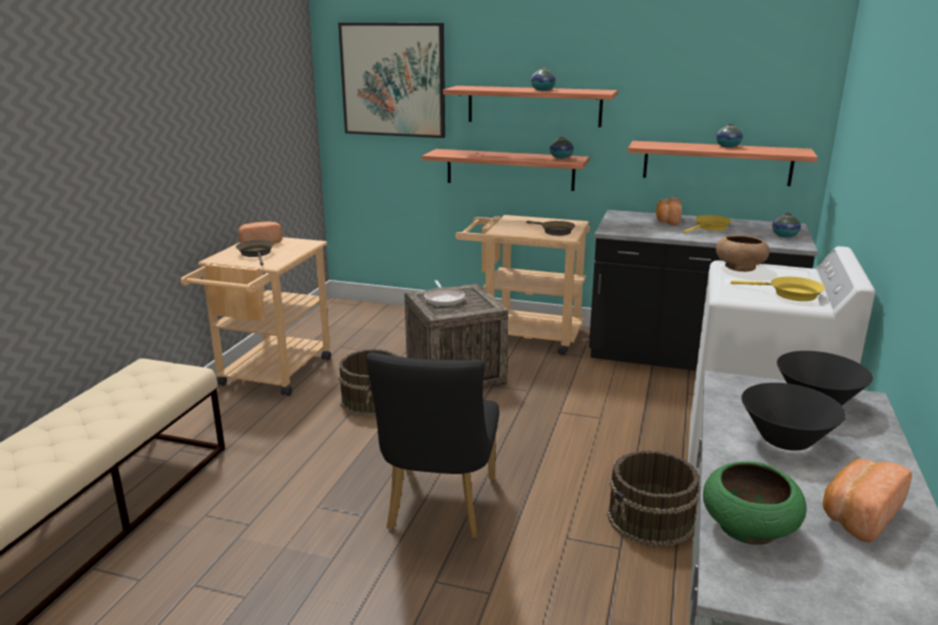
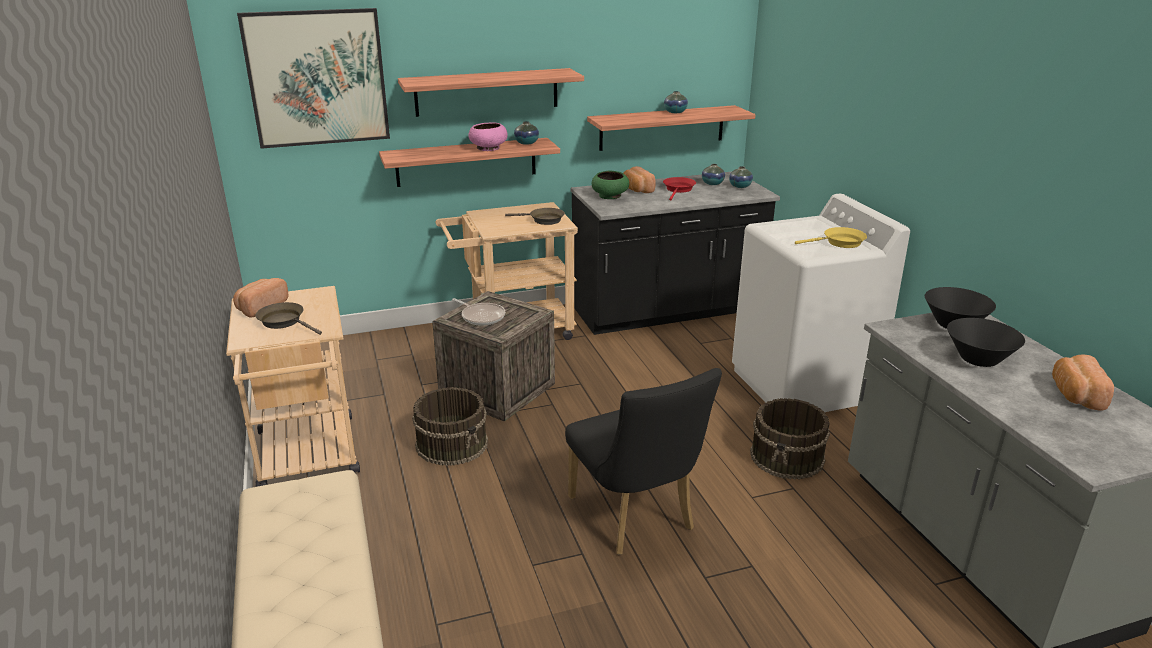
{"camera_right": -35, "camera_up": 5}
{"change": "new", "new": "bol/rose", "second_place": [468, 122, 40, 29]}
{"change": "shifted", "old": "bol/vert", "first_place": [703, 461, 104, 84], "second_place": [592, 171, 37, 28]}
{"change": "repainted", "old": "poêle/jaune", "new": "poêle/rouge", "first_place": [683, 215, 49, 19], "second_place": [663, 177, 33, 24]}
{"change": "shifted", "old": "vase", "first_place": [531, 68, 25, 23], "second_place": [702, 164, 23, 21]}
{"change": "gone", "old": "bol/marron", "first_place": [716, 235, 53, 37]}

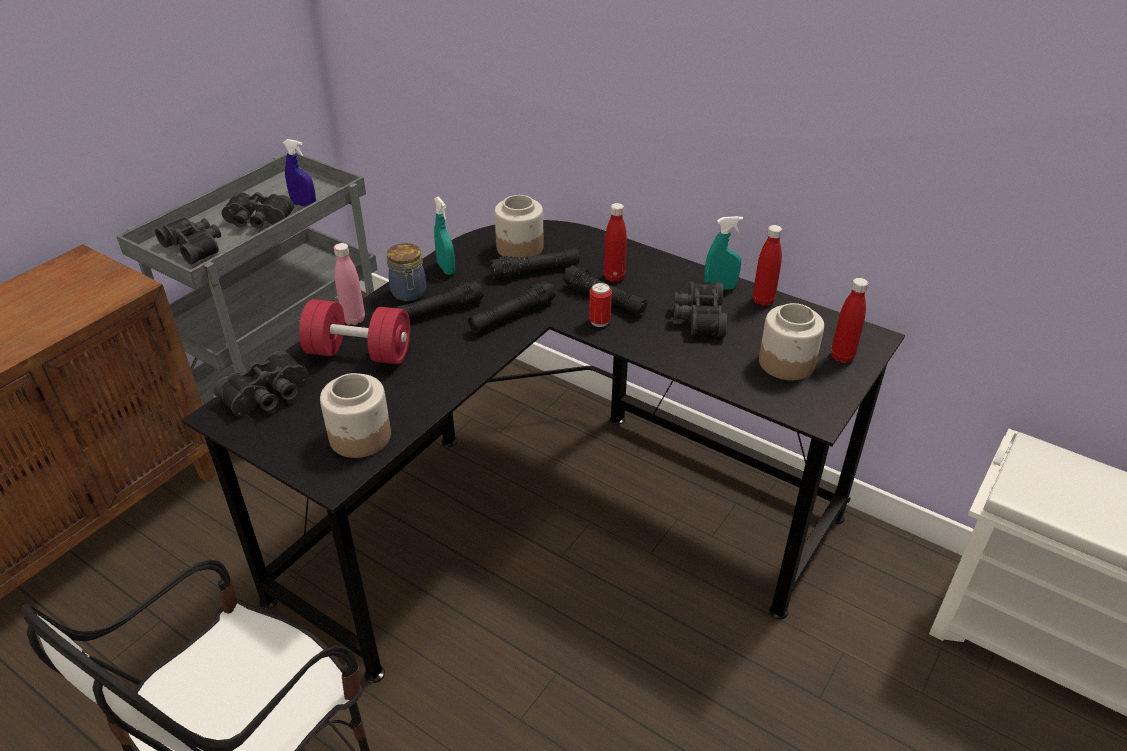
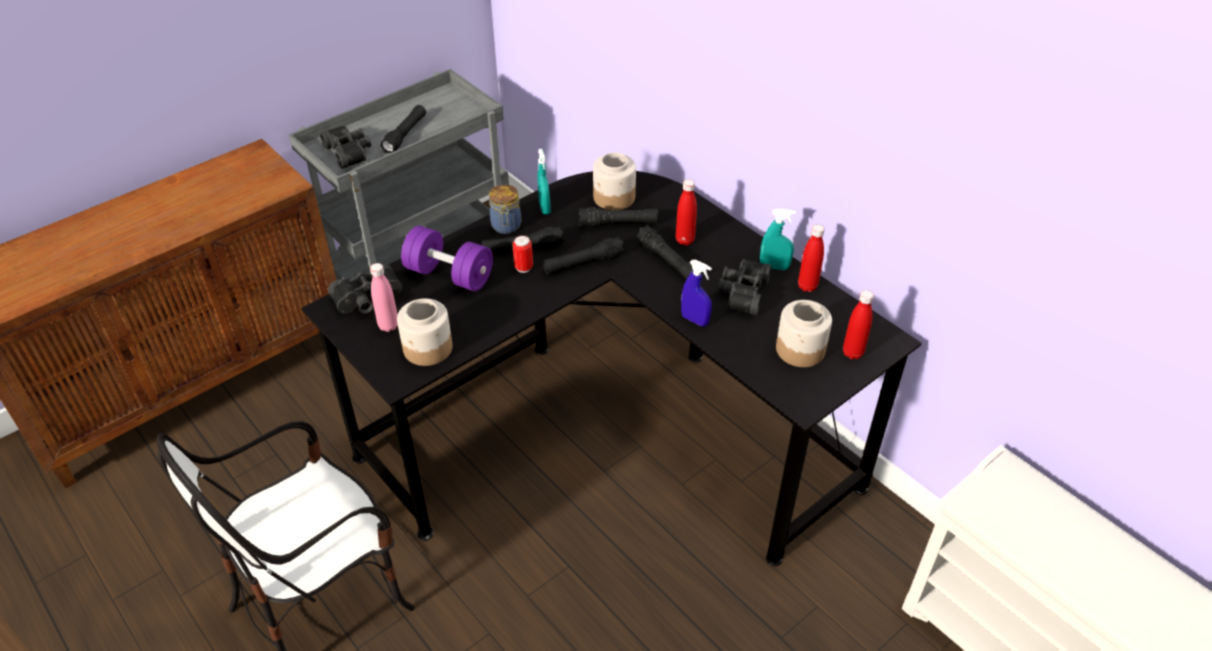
{"camera_right": 15, "camera_up": 5}
{"change": "shifted", "old": "bouteille/rose", "first_place": [334, 243, 31, 82], "second_place": [370, 263, 28, 69]}
{"change": "swapped", "old": "jumelles/noir", "new": "lampe de poche/noir", "first_place": [221, 192, 73, 36], "second_place": [380, 105, 46, 48]}
{"change": "repainted", "old": "haltère/rouge", "new": "haltère/violet", "first_place": [299, 299, 111, 65], "second_place": [401, 226, 92, 65]}
{"change": "shifted", "old": "boîte métallique", "first_place": [589, 283, 23, 44], "second_place": [513, 236, 20, 37]}
{"change": "shifted", "old": "vaporisateur/bleu", "first_place": [282, 139, 34, 68], "second_place": [681, 260, 31, 66]}

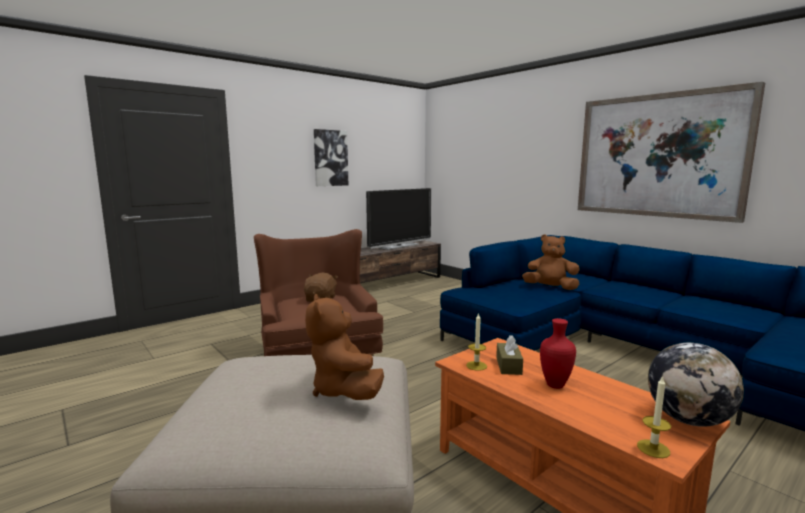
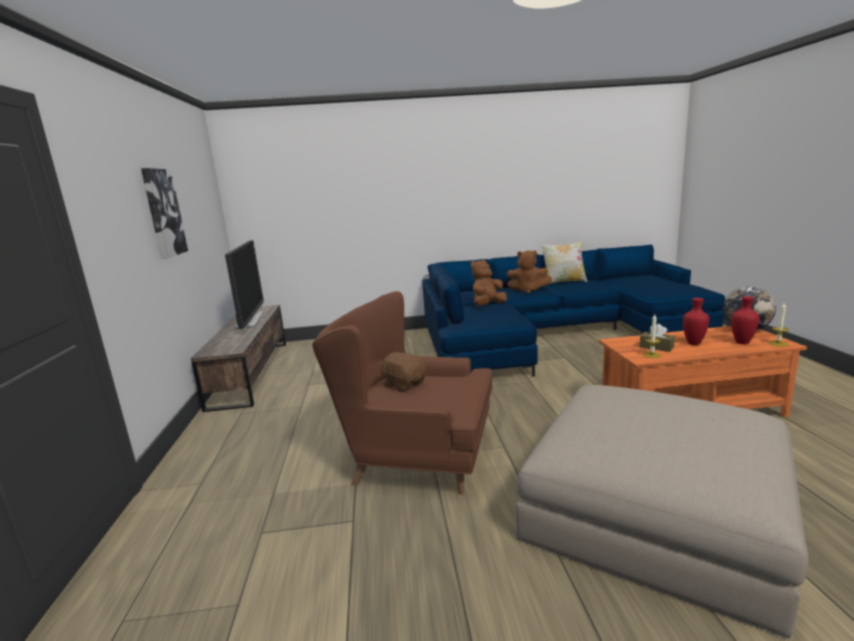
{"camera_right": -55, "camera_up": 5}
{"change": "shifted", "old": "peluche/marron", "first_place": [305, 294, 79, 106], "second_place": [507, 250, 45, 44]}
{"change": "new", "new": "coussin", "second_place": [541, 241, 46, 43]}
{"change": "new", "new": "vase/rouge", "second_place": [731, 296, 28, 48]}
{"change": "gone", "old": "tableau", "first_place": [578, 82, 187, 141]}

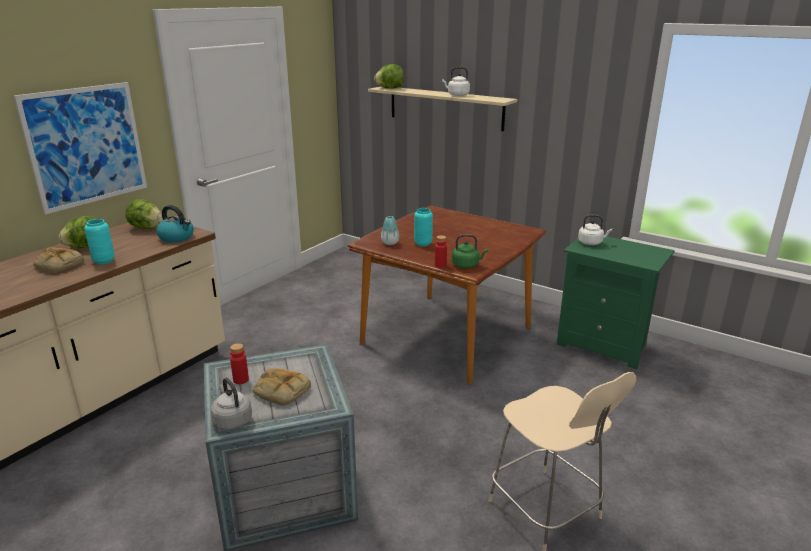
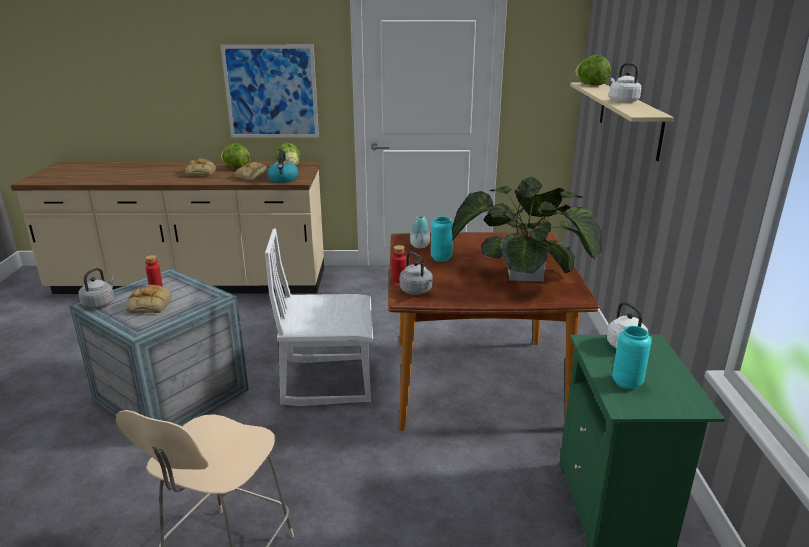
{"camera_right": 55, "camera_up": 0}
{"change": "new", "new": "pain", "second_place": [234, 162, 35, 19]}
{"change": "new", "new": "chaise/blanc", "second_place": [265, 228, 108, 178]}
{"change": "repainted", "old": "bouilloire/vert", "new": "bouilloire/gris", "first_place": [452, 234, 36, 34], "second_place": [399, 252, 34, 43]}
{"change": "new", "new": "plante en pot", "second_place": [452, 177, 150, 105]}
{"change": "shifted", "old": "vase/turquoise", "first_place": [85, 219, 30, 45], "second_place": [612, 326, 39, 64]}

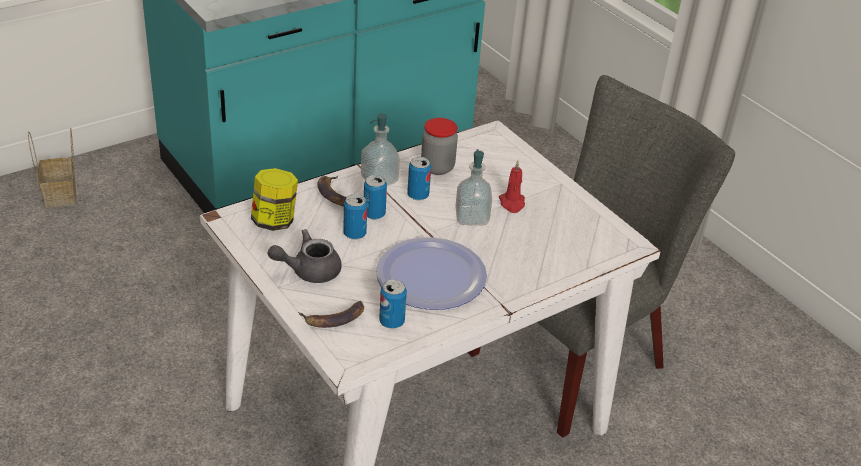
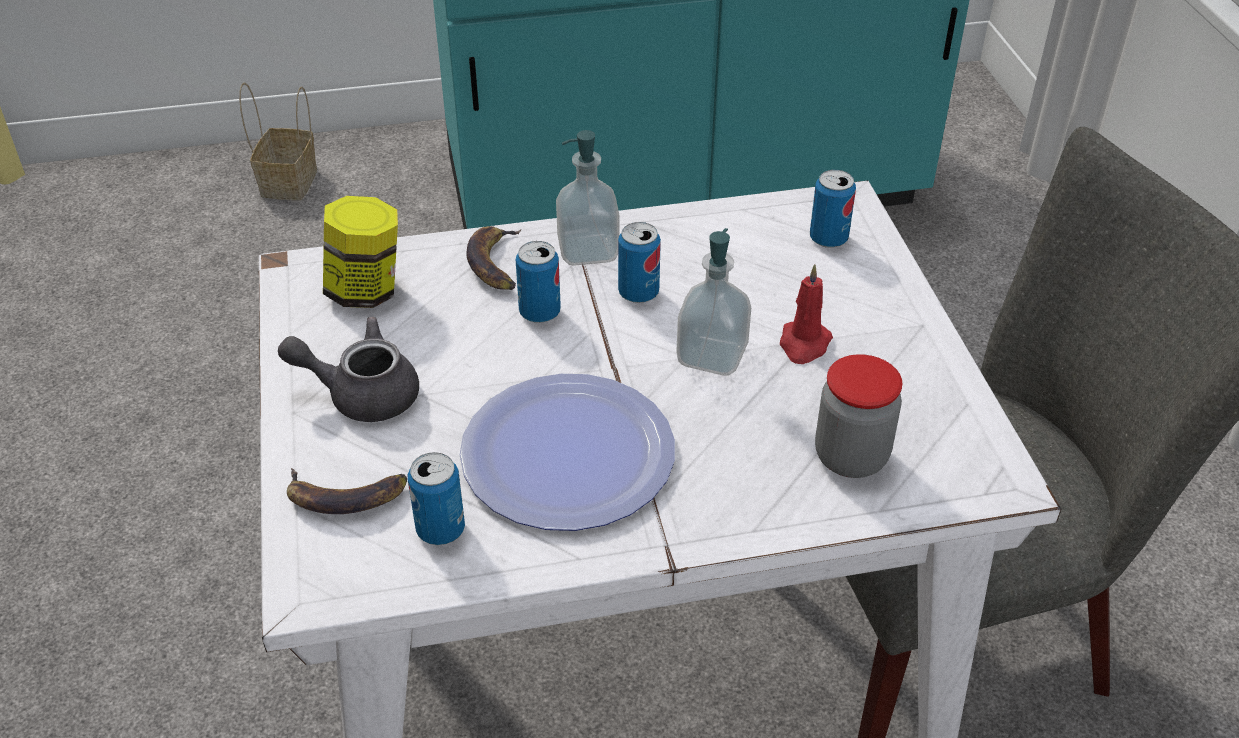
{"camera_right": 25, "camera_up": 5}
{"change": "shifted", "old": "boîte métallique", "first_place": [343, 194, 24, 46], "second_place": [810, 170, 46, 78]}
{"change": "shifted", "old": "bocal", "first_place": [421, 118, 37, 57], "second_place": [815, 354, 88, 124]}

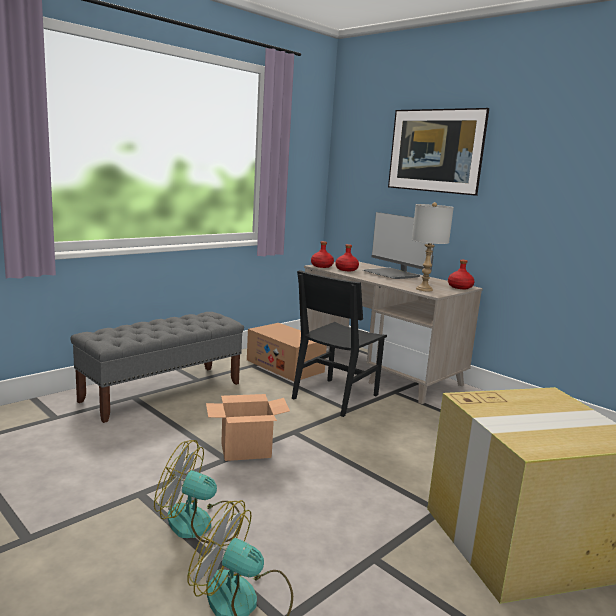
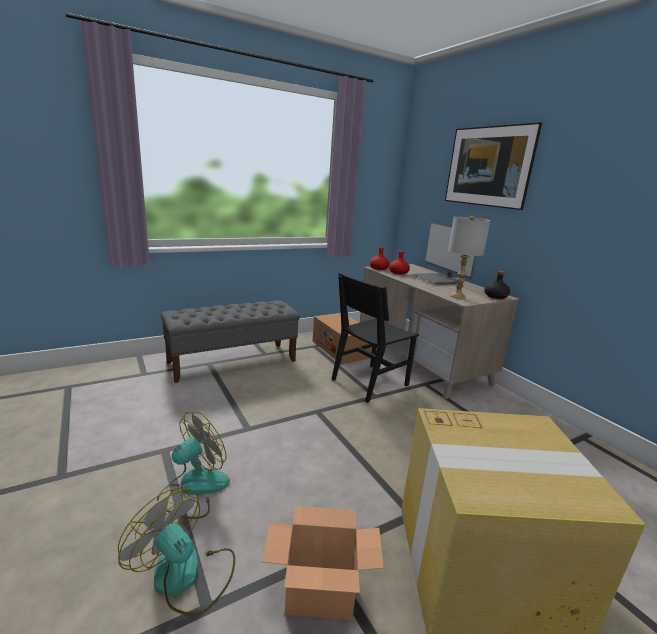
{"camera_right": 15, "camera_up": 5}
{"change": "rotated", "old": "ventilateur", "first_place": [154, 440, 87, 103], "second_place": [157, 411, 73, 108], "degrees": 105}
{"change": "shifted", "old": "carton", "first_place": [206, 394, 84, 67], "second_place": [262, 506, 122, 114]}
{"change": "repainted", "old": "bouteille/rouge", "new": "bouteille/noir", "first_place": [448, 260, 27, 29], "second_place": [484, 271, 26, 28]}

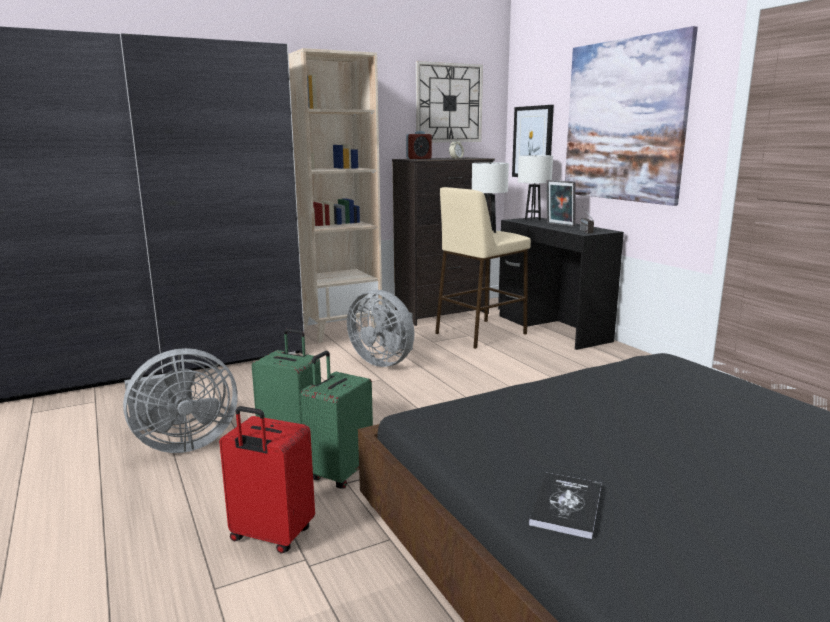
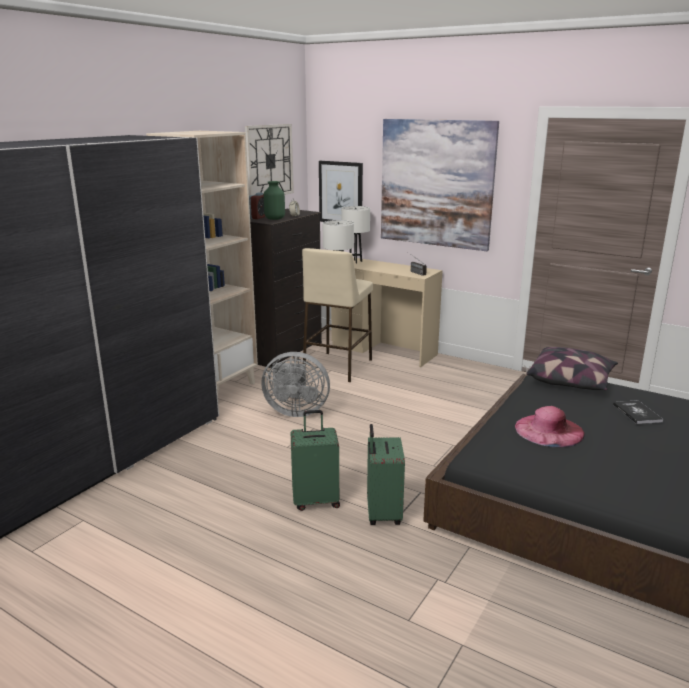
{"camera_right": -30, "camera_up": 5}
{"change": "new", "new": "vase/vert", "second_place": [264, 181, 21, 39]}
{"change": "repainted", "old": "bureau/noir", "new": "bureau/beige", "first_place": [498, 217, 126, 133], "second_place": [331, 257, 112, 110]}
{"change": "new", "new": "chapeau/rose", "second_place": [515, 406, 70, 41]}
{"change": "new", "new": "coussin", "second_place": [527, 347, 91, 43]}
{"change": "shifted", "old": "livre", "first_place": [529, 473, 73, 66], "second_place": [613, 400, 50, 24]}
{"change": "gone", "old": "ventilateur/gris", "first_place": [123, 348, 115, 105]}
{"change": "gone", "old": "valise/rouge", "first_place": [219, 406, 96, 148]}
{"change": "gone", "old": "cadre photo", "first_place": [547, 180, 29, 47]}

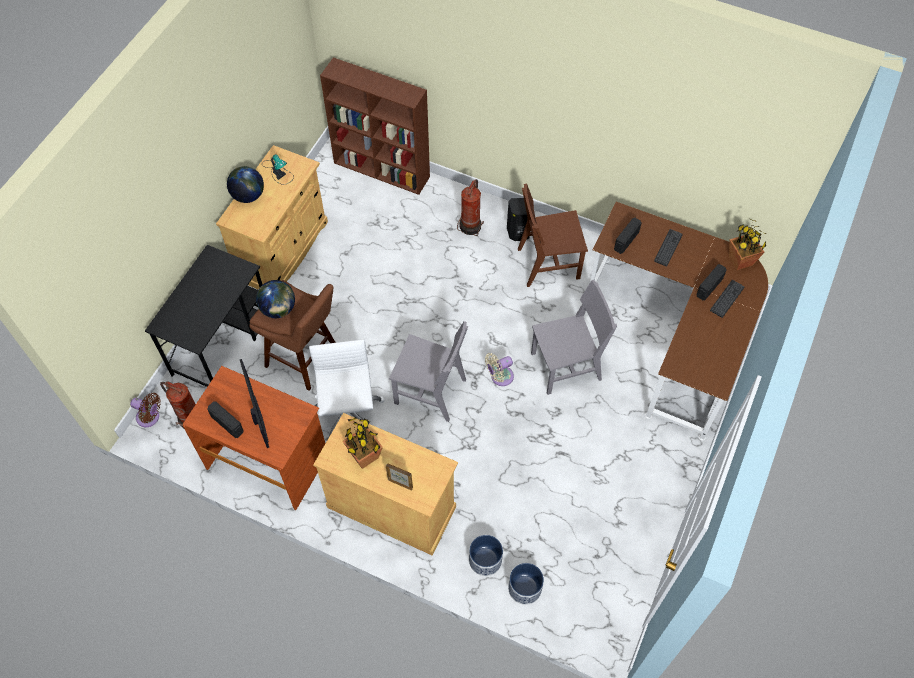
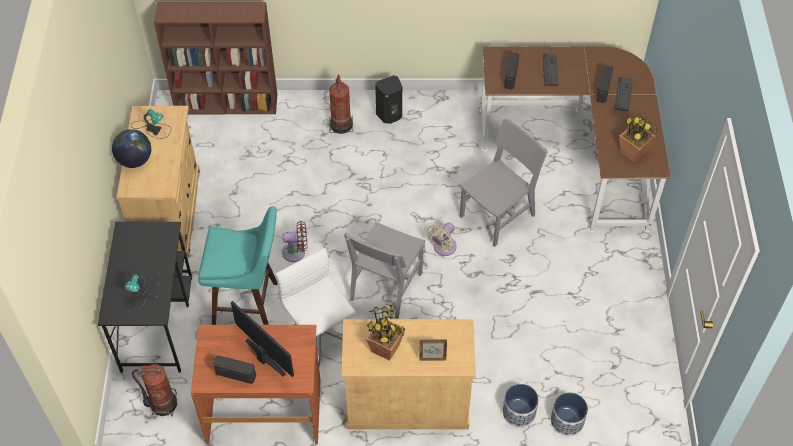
{"camera_right": -25, "camera_up": -5}
{"change": "new", "new": "lampe de table", "second_place": [125, 273, 36, 36]}
{"change": "repainted", "old": "tabouret/marron", "new": "tabouret/turquoise", "first_place": [249, 280, 87, 111], "second_place": [198, 206, 80, 119]}
{"change": "shifted", "old": "ventilateur/marron", "first_place": [130, 393, 31, 34], "second_place": [282, 221, 25, 41]}
{"change": "rotated", "old": "chaise/gris", "first_place": [389, 321, 79, 101], "second_place": [344, 221, 82, 97], "degrees": 120}
{"change": "shifted", "old": "plante en pot", "first_place": [729, 219, 37, 51], "second_place": [619, 109, 39, 54]}
{"change": "gone", "old": "globe", "first_place": [256, 280, 39, 38]}
{"change": "gone", "old": "chaise/marron", "first_place": [518, 184, 70, 103]}

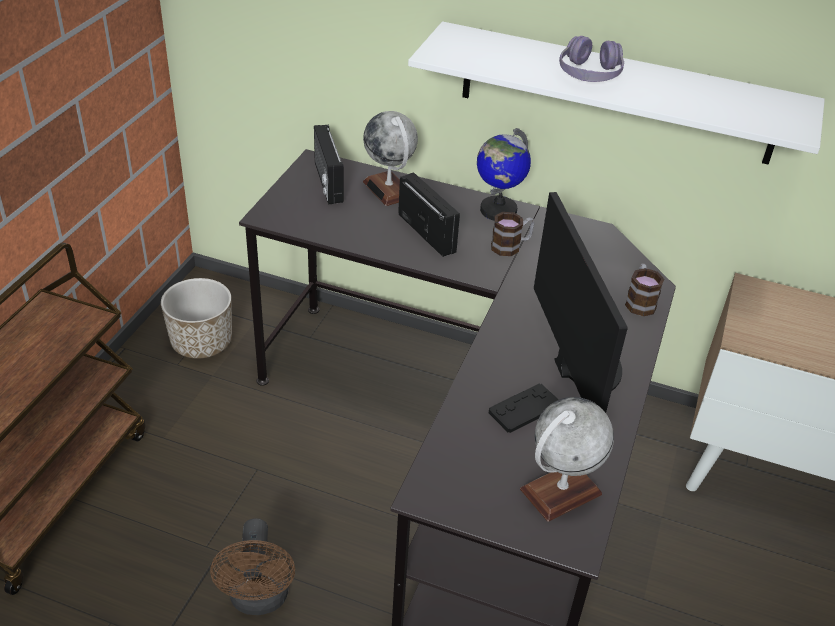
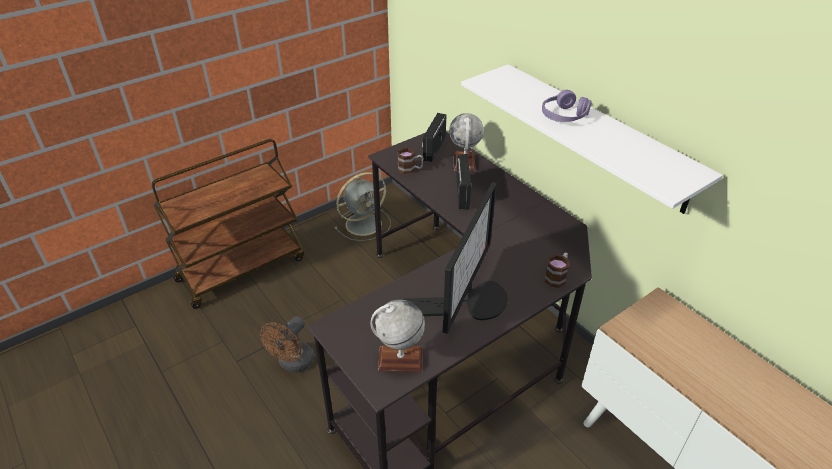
{"camera_right": 35, "camera_up": 0}
{"change": "swapped", "old": "cache-pot", "new": "ventilateur/gris", "first_place": [161, 278, 71, 81], "second_place": [334, 172, 57, 69]}
{"change": "shifted", "old": "mug", "first_place": [491, 212, 43, 44], "second_place": [397, 147, 26, 27]}
{"change": "gone", "old": "globe", "first_place": [477, 128, 54, 93]}

